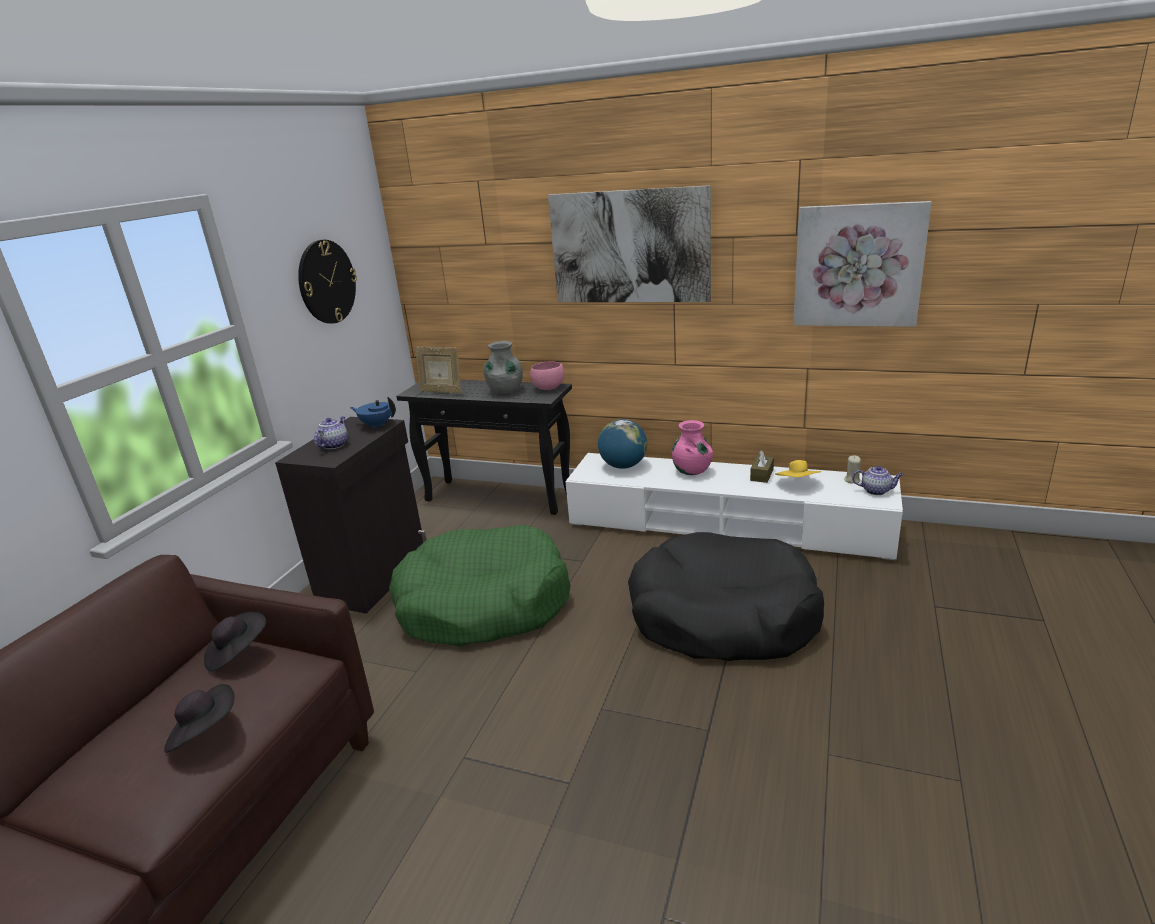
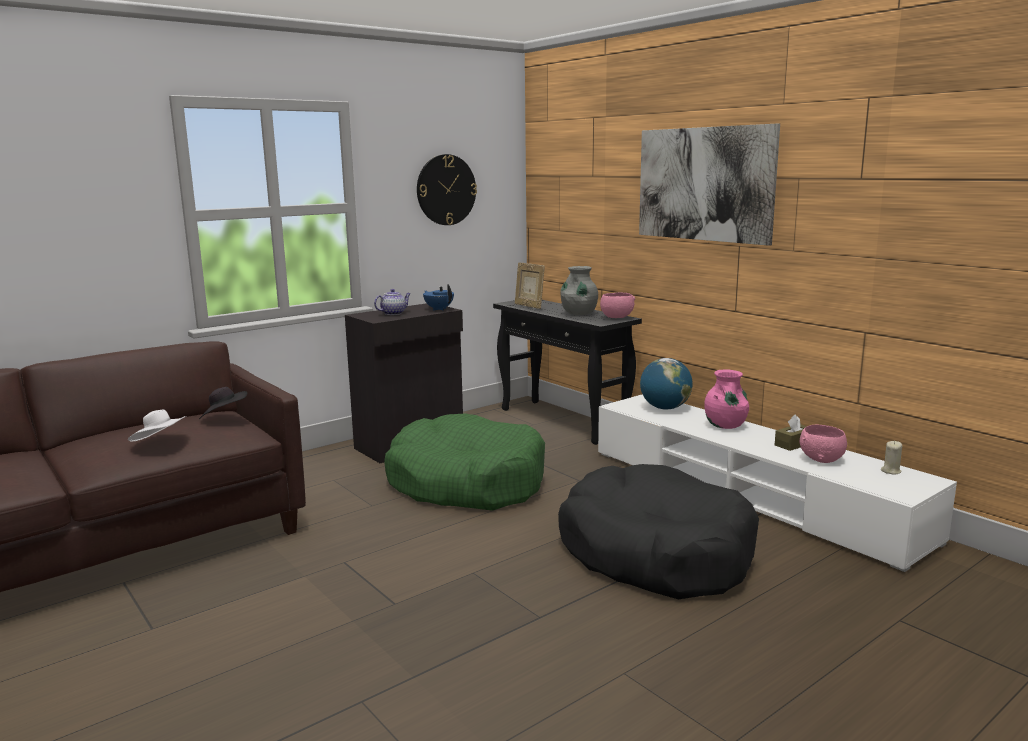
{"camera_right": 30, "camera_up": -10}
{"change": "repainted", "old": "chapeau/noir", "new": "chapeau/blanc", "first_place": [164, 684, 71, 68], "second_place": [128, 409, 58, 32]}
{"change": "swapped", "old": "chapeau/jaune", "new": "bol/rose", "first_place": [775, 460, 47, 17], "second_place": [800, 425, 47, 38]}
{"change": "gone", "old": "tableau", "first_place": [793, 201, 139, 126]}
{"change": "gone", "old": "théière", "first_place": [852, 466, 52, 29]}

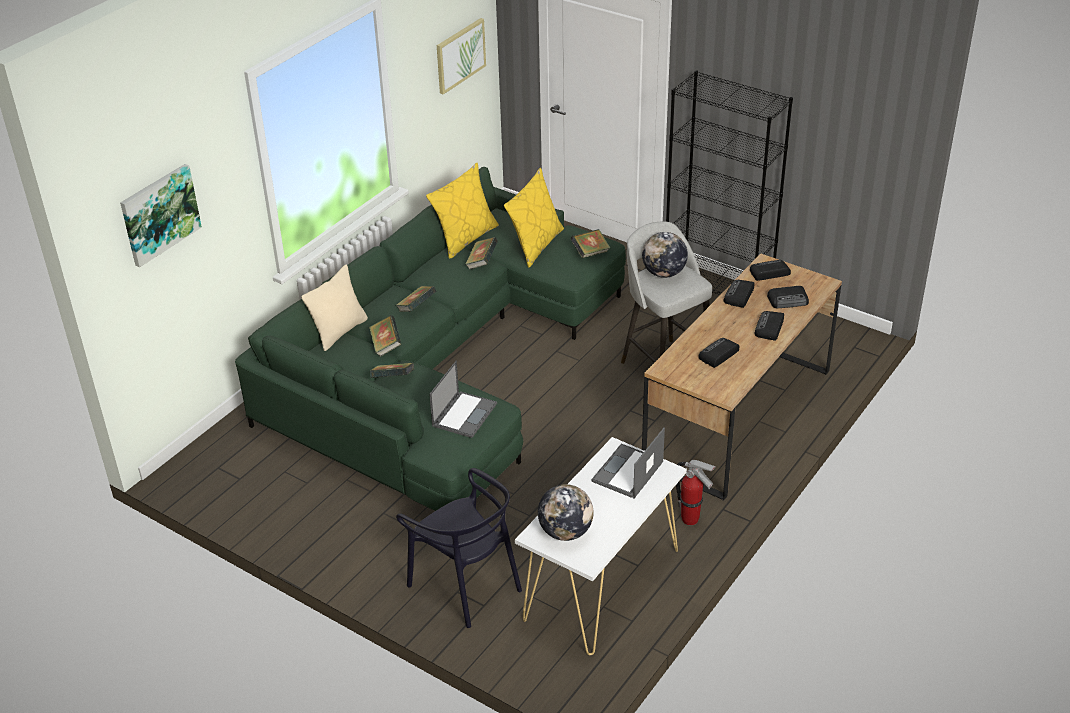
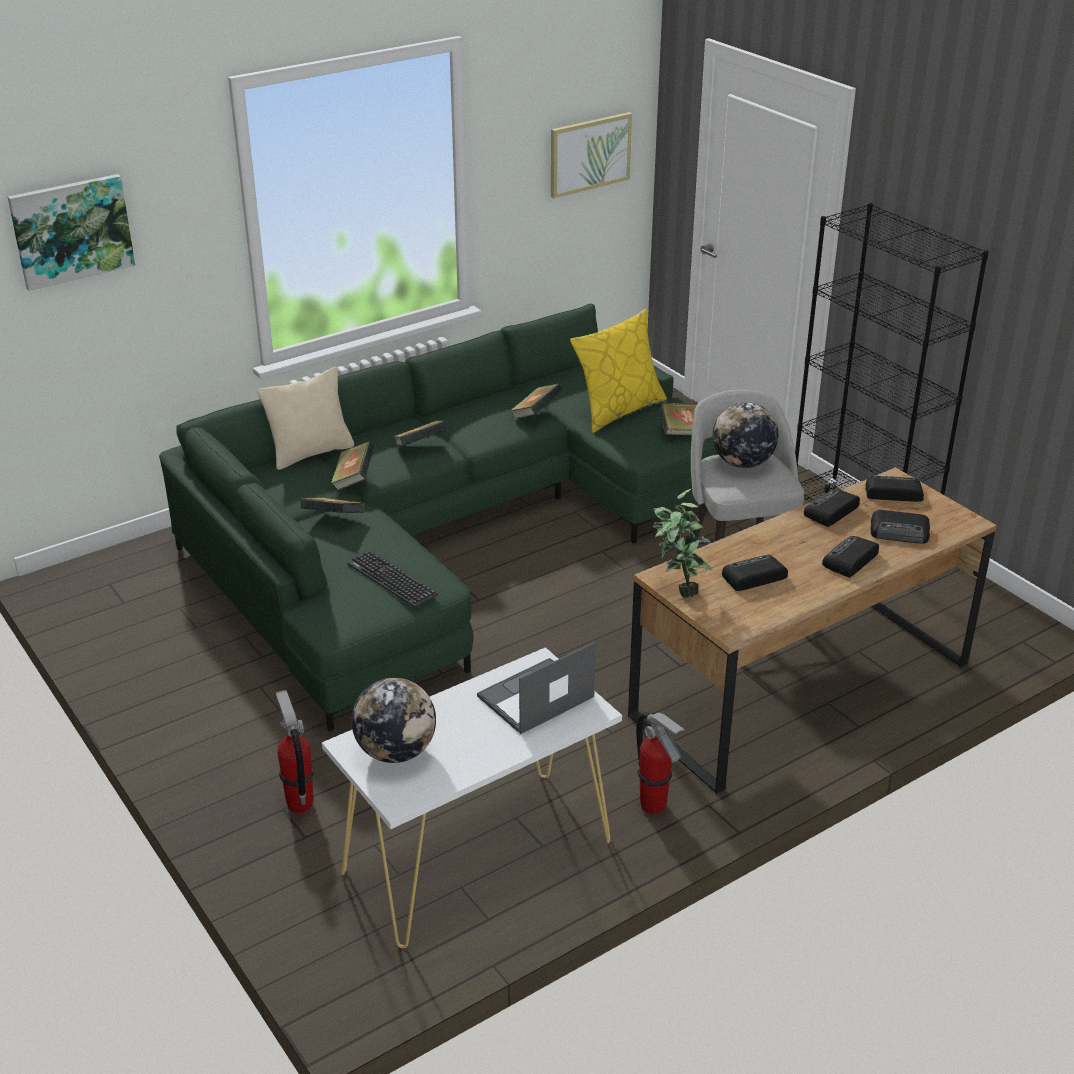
{"camera_right": 20, "camera_up": -5}
{"change": "swapped", "old": "chaise/noir", "new": "extincteur", "first_place": [396, 468, 126, 160], "second_place": [276, 690, 38, 123]}
{"change": "swapped", "old": "ordinateur portable", "new": "clavier", "first_place": [429, 361, 68, 77], "second_place": [347, 551, 91, 56]}
{"change": "new", "new": "plante en pot", "second_place": [653, 489, 60, 109]}
{"change": "gone", "old": "coussin/jaune", "first_place": [426, 163, 73, 96]}

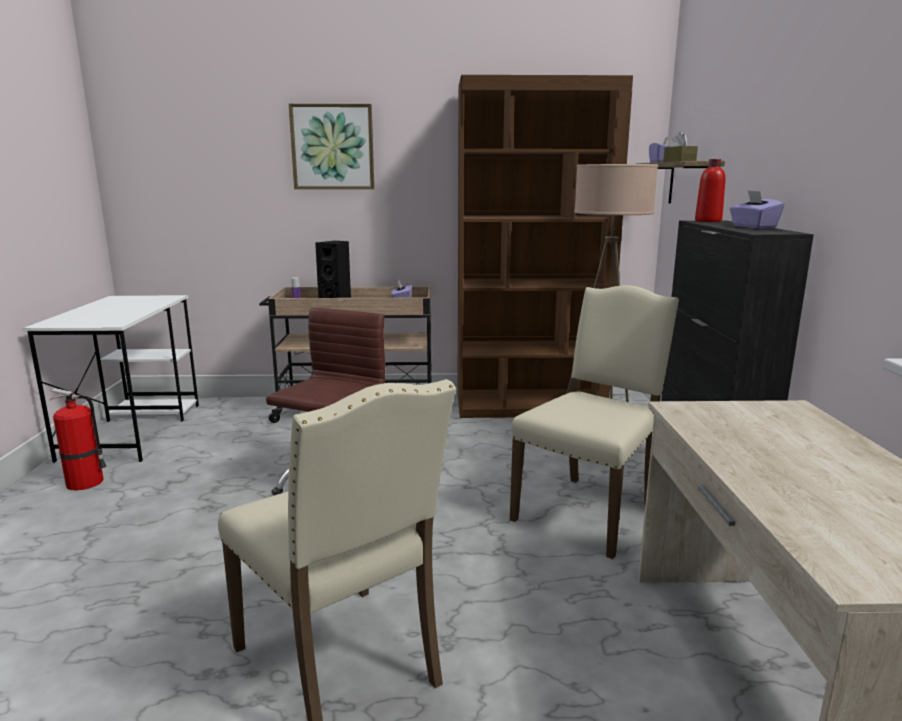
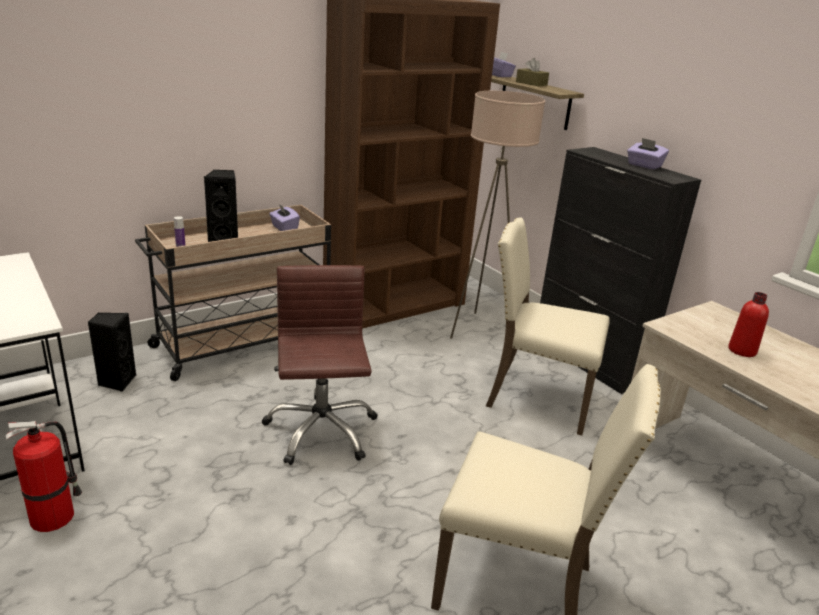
{"camera_right": -35, "camera_up": 10}
{"change": "new", "new": "enceinte/noir", "second_place": [88, 313, 48, 79]}
{"change": "rotated", "old": "chaise/beige", "first_place": [510, 285, 169, 274], "second_place": [486, 217, 124, 218], "degrees": -75}
{"change": "shifted", "old": "bouteille/rouge", "first_place": [695, 159, 31, 63], "second_place": [728, 292, 41, 65]}
{"change": "gone", "old": "tableau", "first_place": [289, 104, 85, 85]}

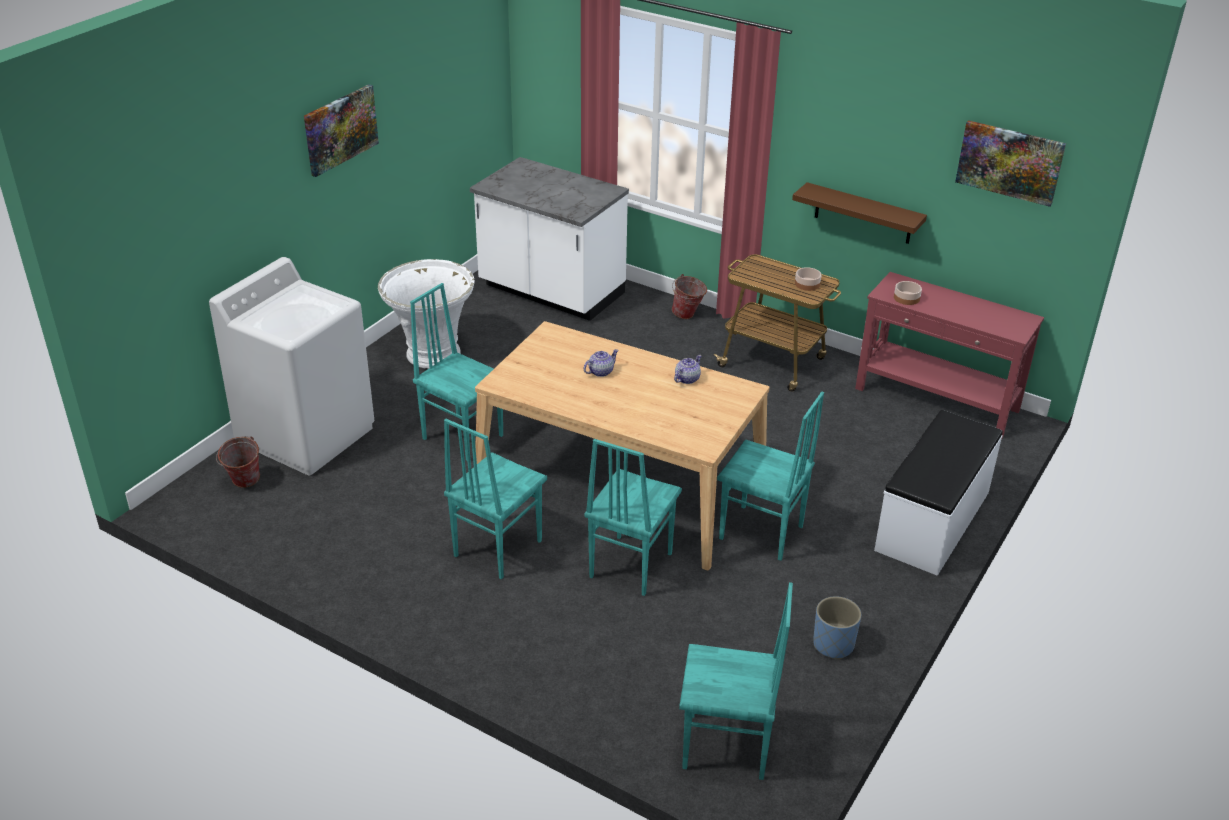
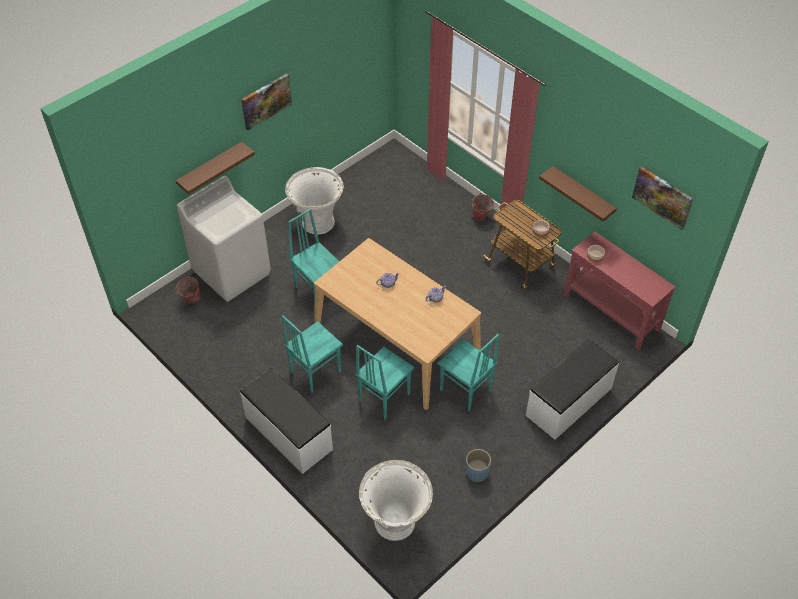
{"camera_right": 15, "camera_up": 15}
{"change": "new", "new": "étagère/marron", "second_place": [176, 142, 79, 52]}
{"change": "new", "new": "banc/blanc", "second_place": [240, 368, 93, 106]}
{"change": "swapped", "old": "chaise/turquoise", "new": "cache-pot/blanc", "first_place": [679, 582, 114, 198], "second_place": [359, 460, 74, 81]}
{"change": "gone", "old": "comptoir de cuisine/blanc", "first_place": [470, 157, 159, 164]}

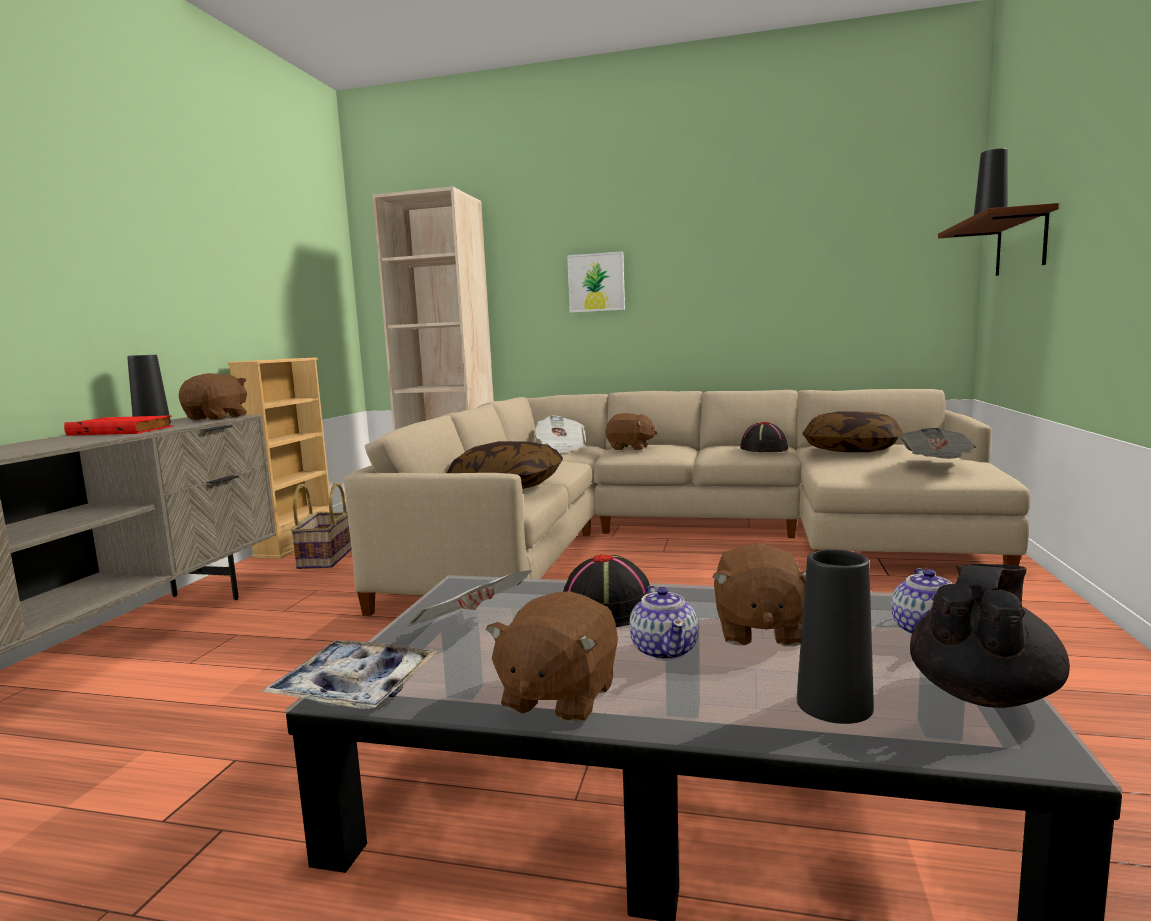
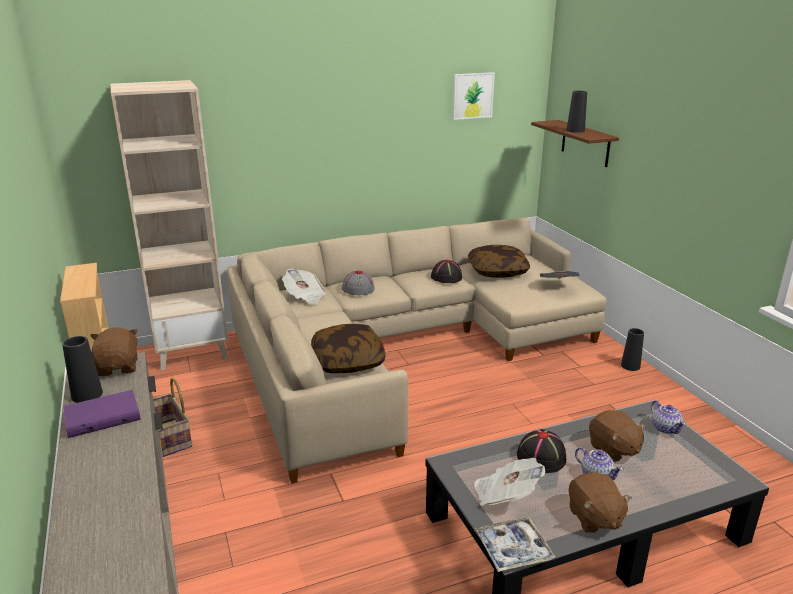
{"camera_right": -35, "camera_up": 15}
{"change": "repainted", "old": "livre/rouge", "new": "livre/violet", "first_place": [64, 415, 110, 21], "second_place": [63, 390, 78, 48]}
{"change": "swapped", "old": "peluche/marron", "new": "chapeau/gris", "first_place": [606, 413, 52, 37], "second_place": [342, 271, 32, 24]}
{"change": "shifted", "old": "tableau", "first_place": [567, 251, 58, 62], "second_place": [453, 72, 42, 48]}
{"change": "shifted", "old": "vase/noir", "first_place": [797, 549, 77, 175], "second_place": [621, 328, 23, 43]}
{"change": "gone", "old": "théière/noir", "first_place": [910, 564, 160, 144]}

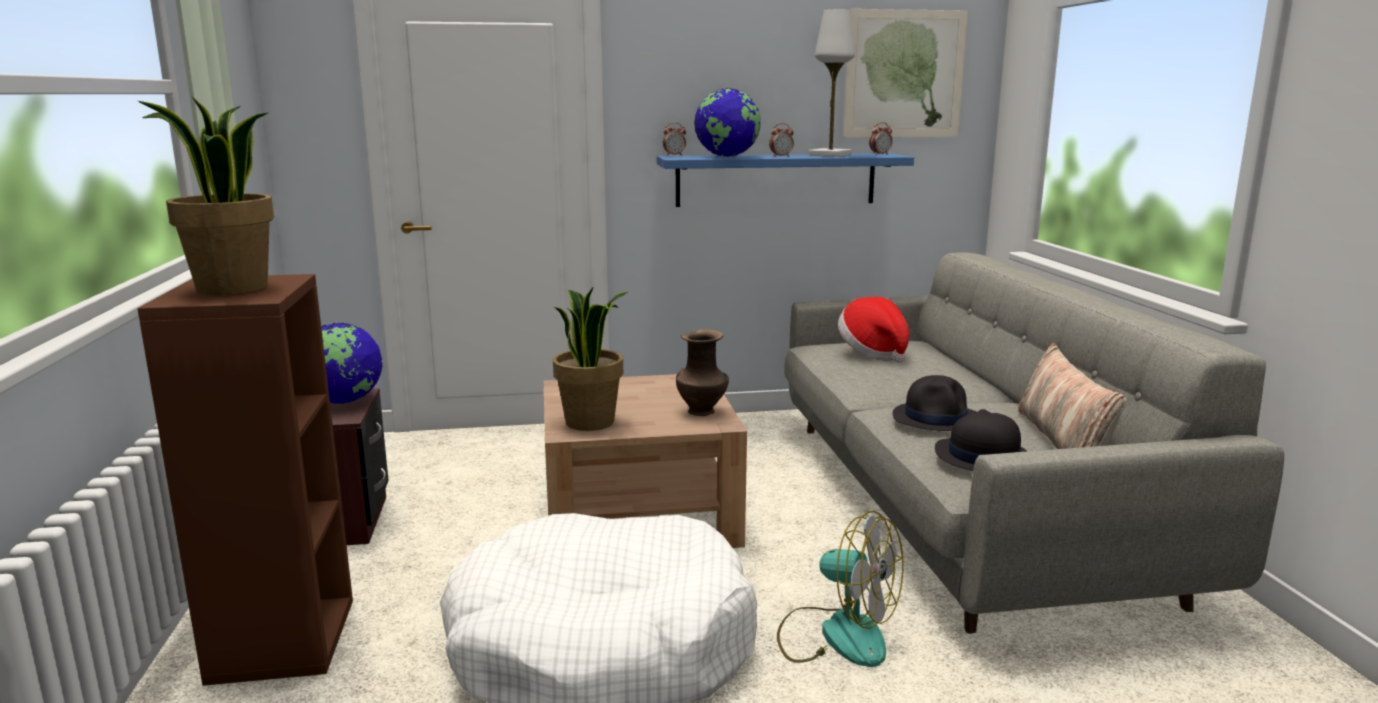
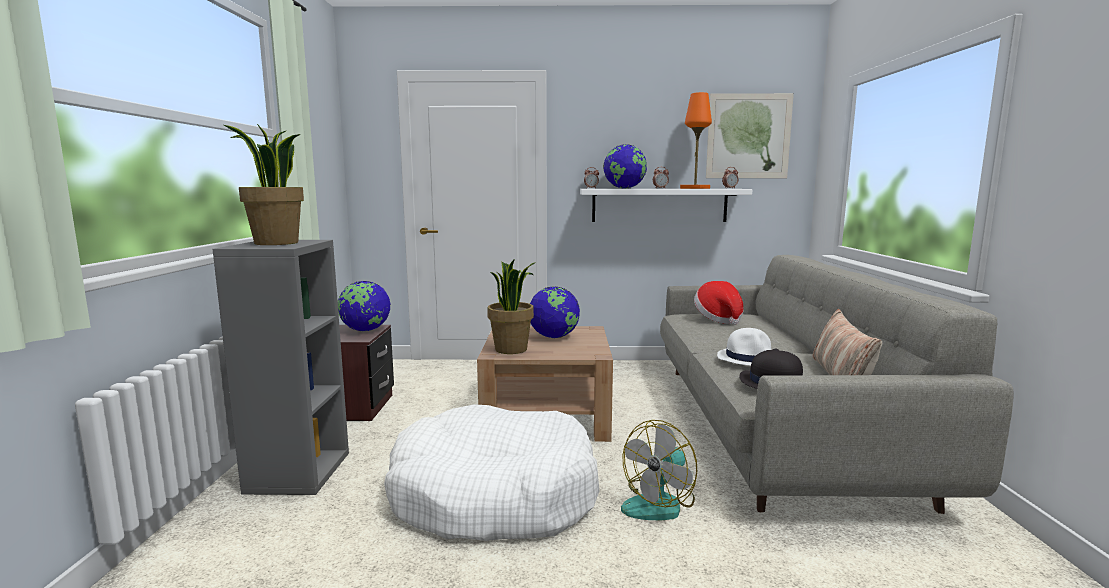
{"camera_right": 10, "camera_up": -5}
{"change": "repainted", "old": "bibliothèque/marron", "new": "bibliothèque/gris", "first_place": [137, 274, 216, 412], "second_place": [213, 240, 136, 255]}
{"change": "new", "new": "globe", "second_place": [530, 287, 50, 51]}
{"change": "repainted", "old": "étagère/bleu", "new": "étagère/blanc", "first_place": [657, 153, 257, 54], "second_place": [580, 189, 172, 33]}
{"change": "rotated", "old": "ventilateur", "first_place": [777, 511, 126, 156], "second_place": [621, 420, 76, 100], "degrees": 90}
{"change": "repainted", "old": "lampe de table/blanc", "new": "lampe de table/orange", "first_place": [809, 9, 46, 148], "second_place": [680, 92, 32, 97]}
{"change": "repainted", "old": "chapeau/noir", "new": "chapeau/blanc", "first_place": [893, 375, 84, 56], "second_place": [717, 328, 54, 38]}
{"change": "gone", "old": "vase/marron", "first_place": [676, 329, 53, 87]}

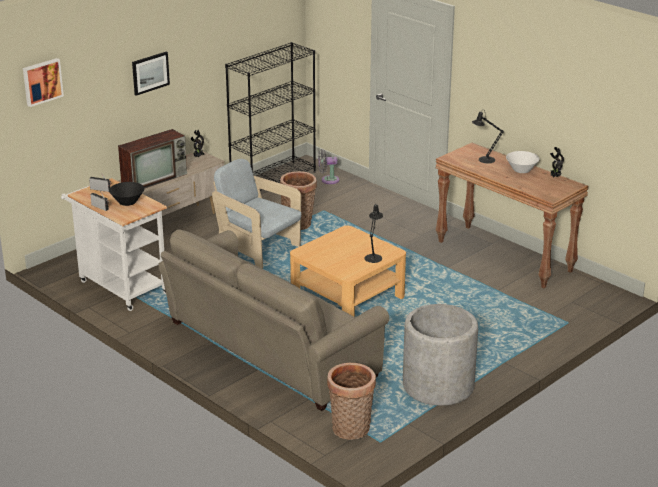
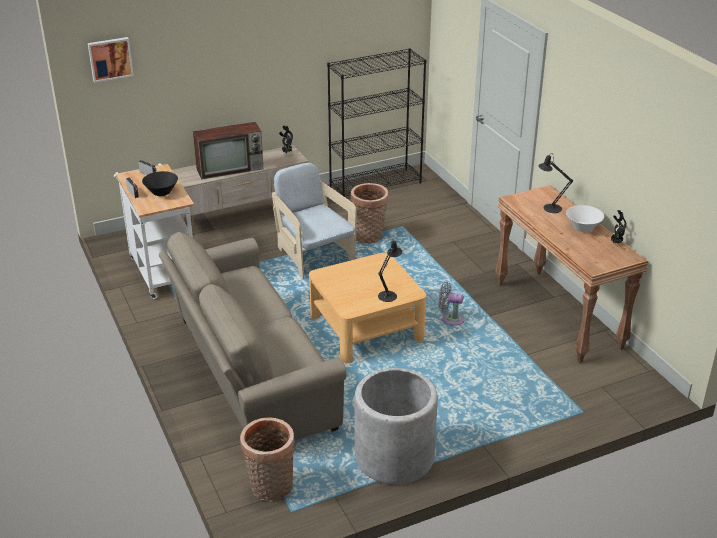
{"camera_right": 20, "camera_up": 5}
{"change": "shifted", "old": "ventilateur/gris", "first_place": [318, 149, 22, 35], "second_place": [438, 282, 27, 44]}
{"change": "gone", "old": "tableau", "first_place": [132, 52, 38, 44]}

